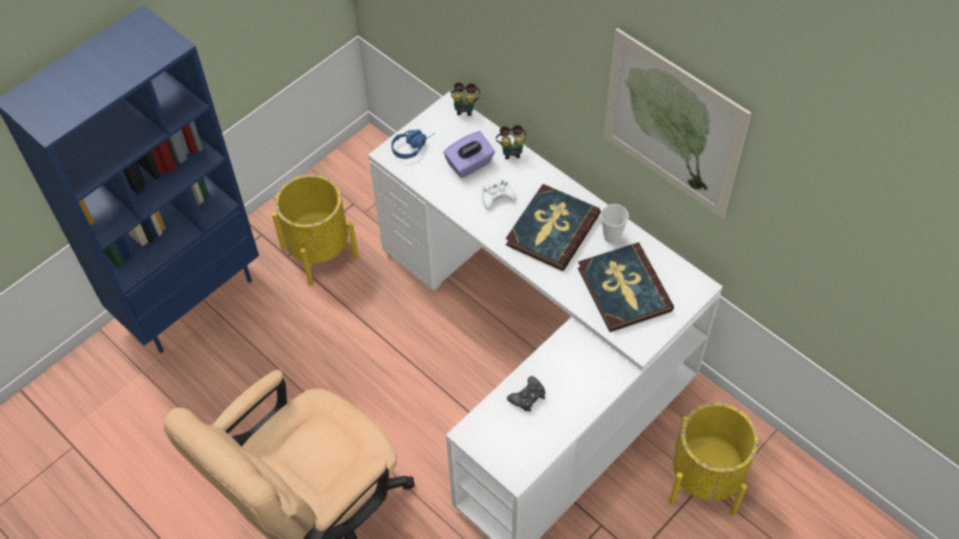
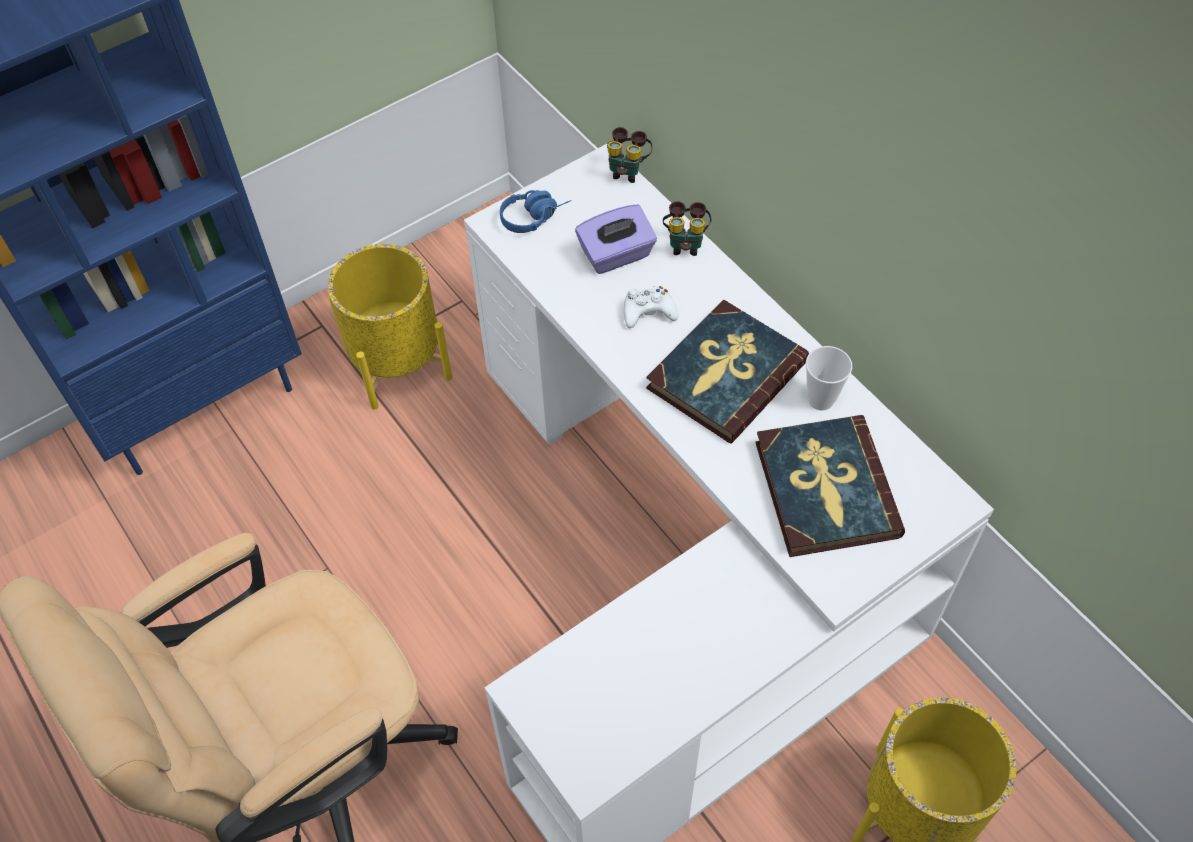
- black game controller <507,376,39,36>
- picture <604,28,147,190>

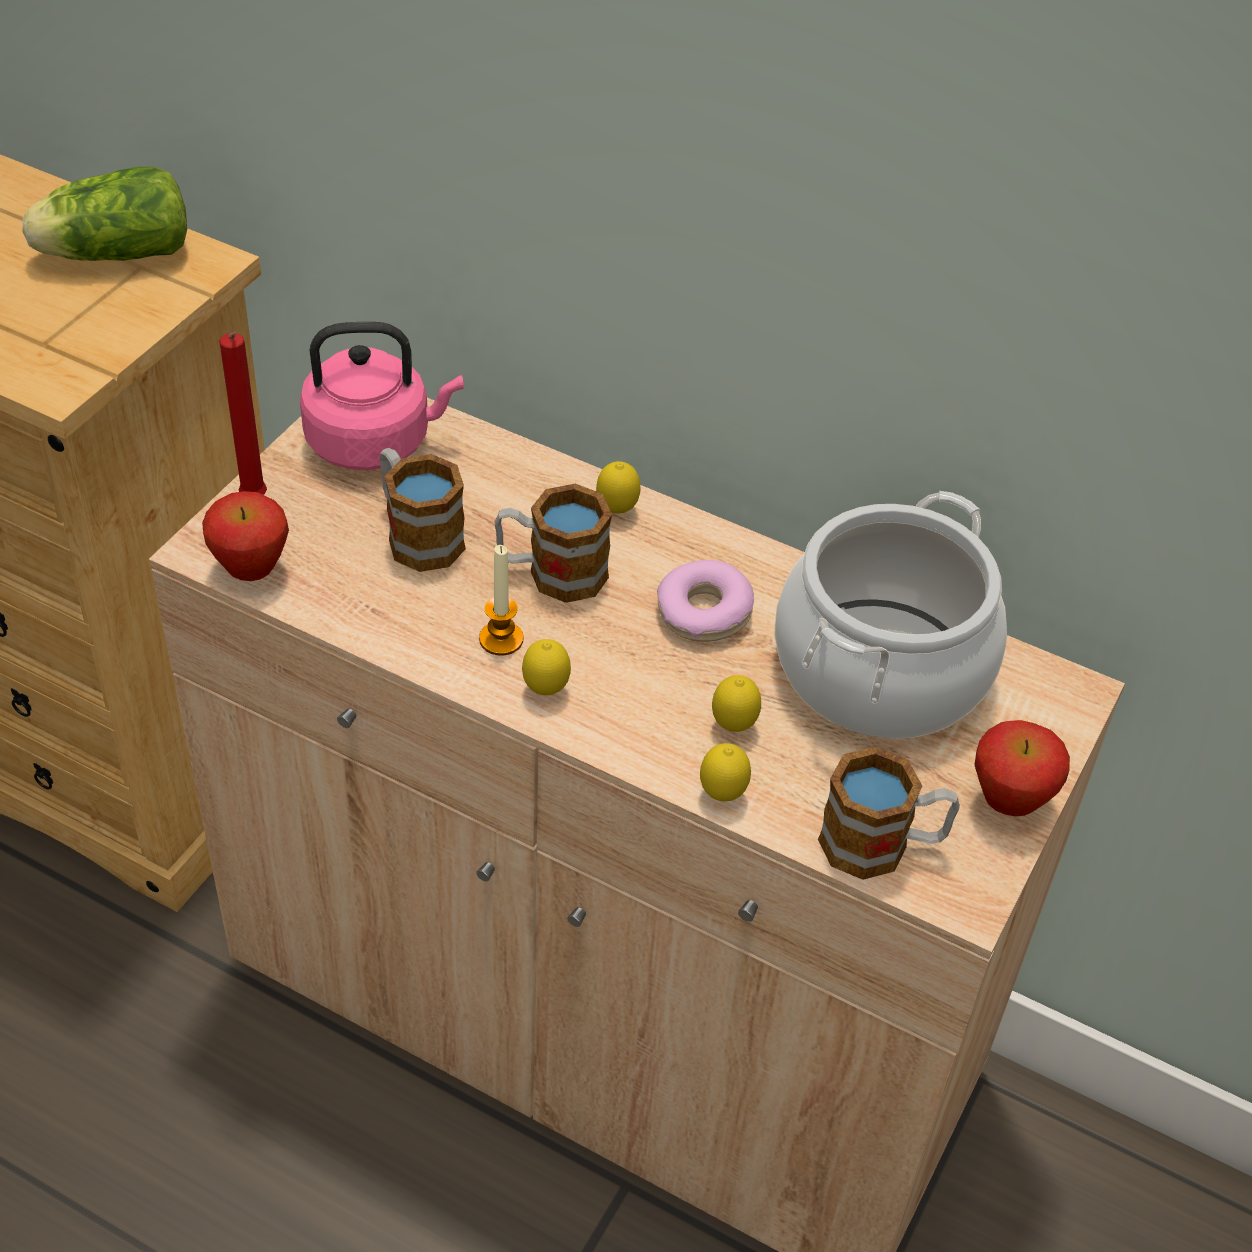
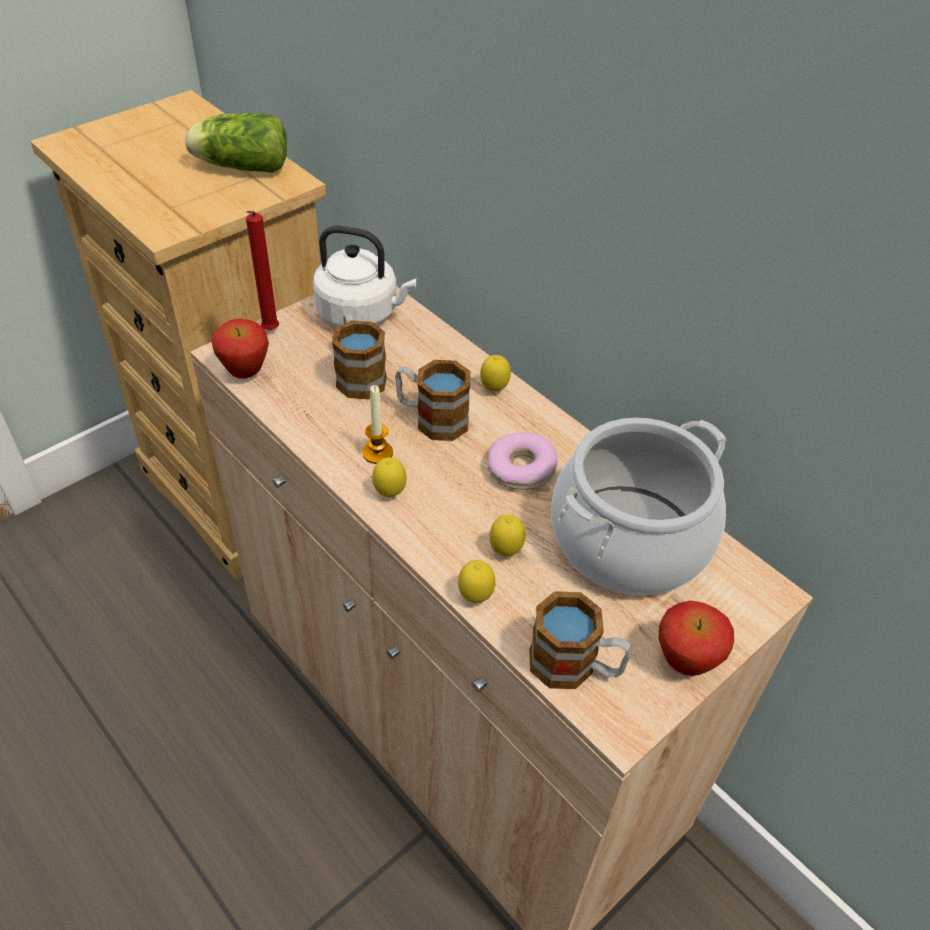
~ pink kettle <300,322,164,148> to white kettle <313,226,103,100>

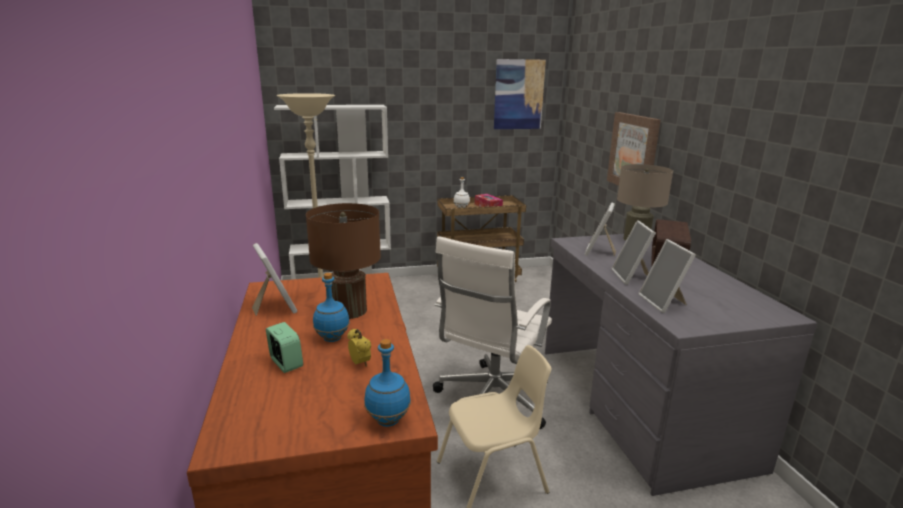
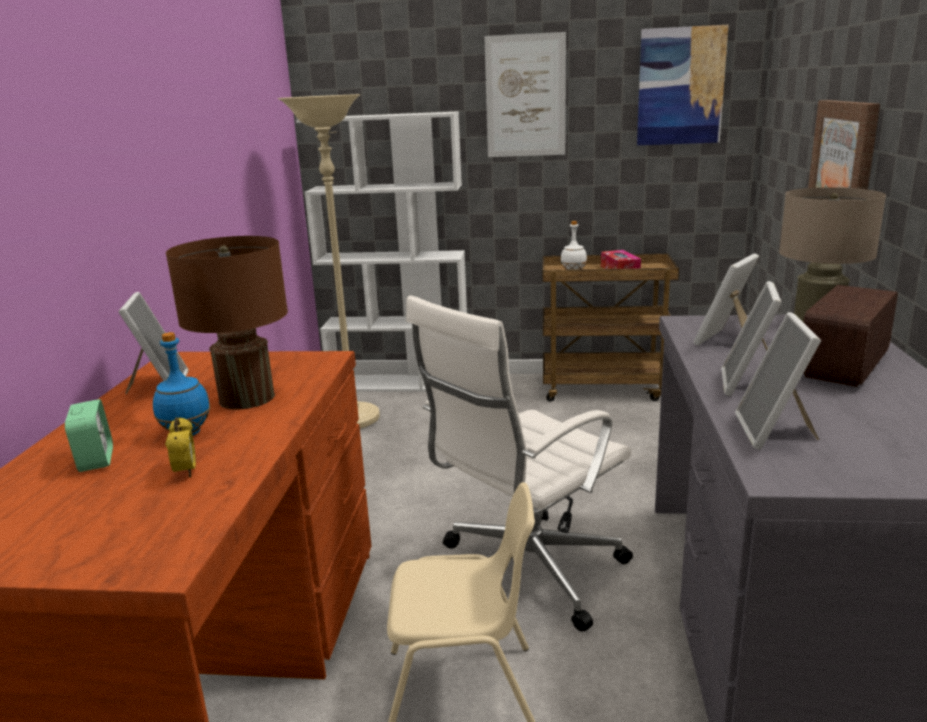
- blue bottle <364,339,47,88>
+ picture <484,32,82,125>

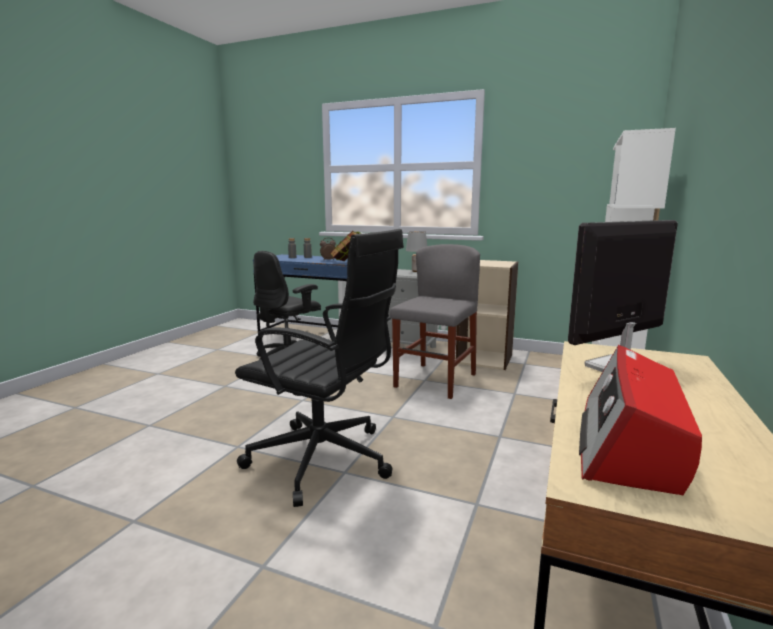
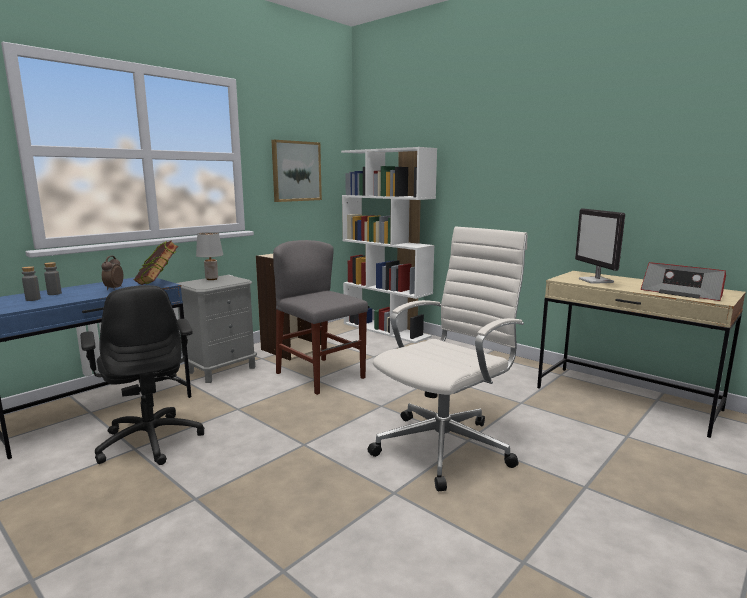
~ black office chair <235,229,169,278> to white office chair <367,226,160,265>
+ picture <272,140,50,62>

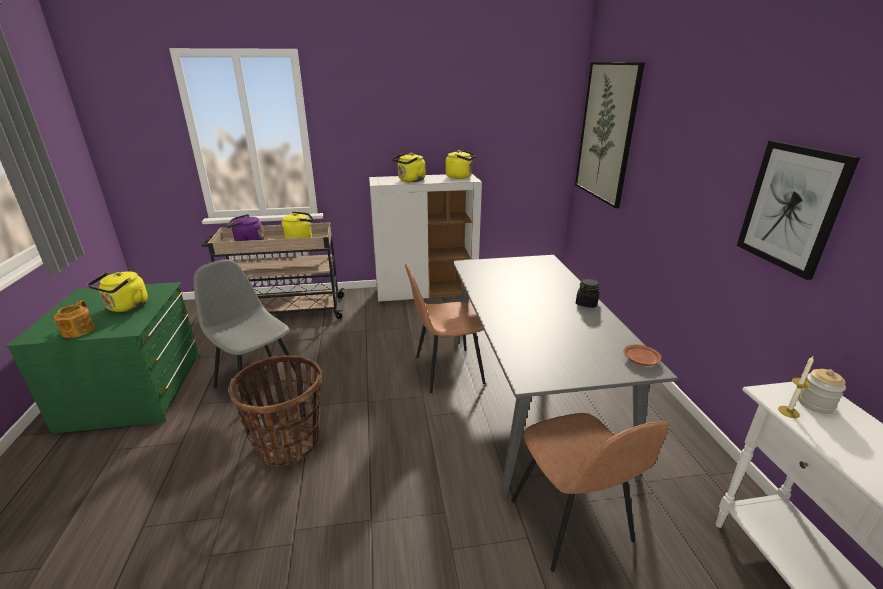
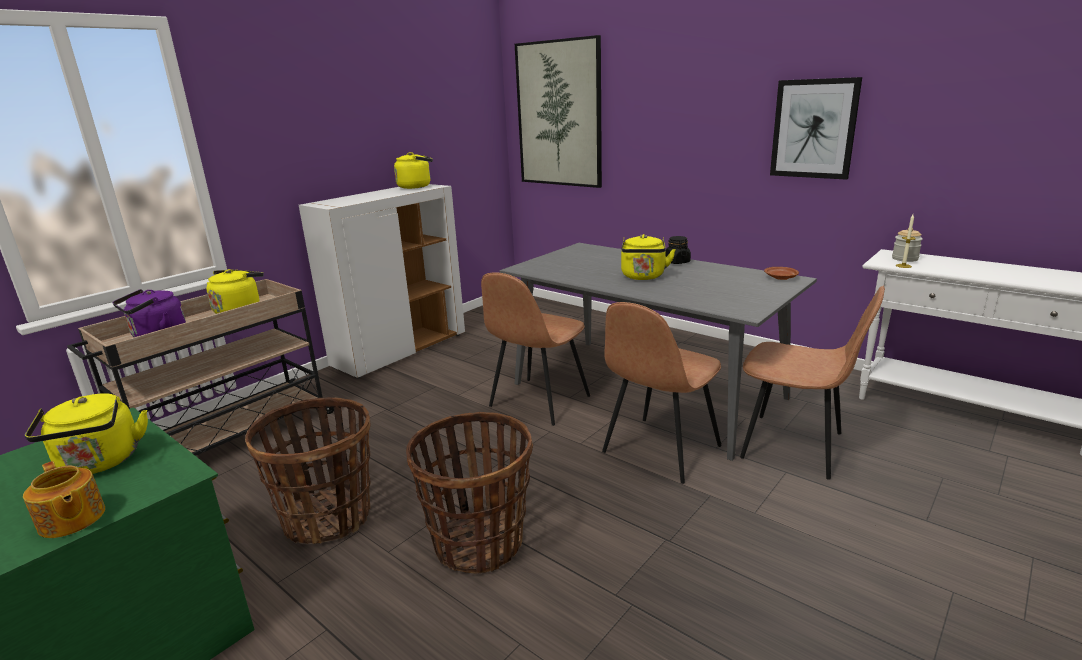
~ grey chair <193,259,103,152> to basket <245,397,126,147>
~ yellow kettle <392,153,33,29> to <621,234,55,46>
+ brown chair <602,302,120,182>

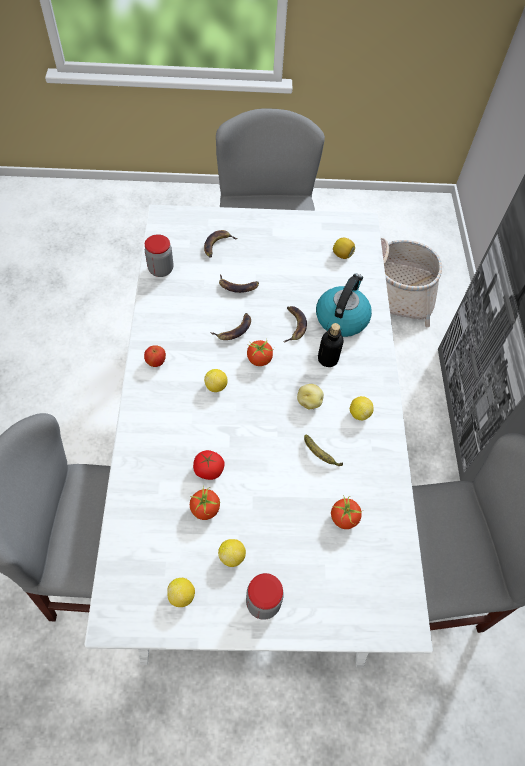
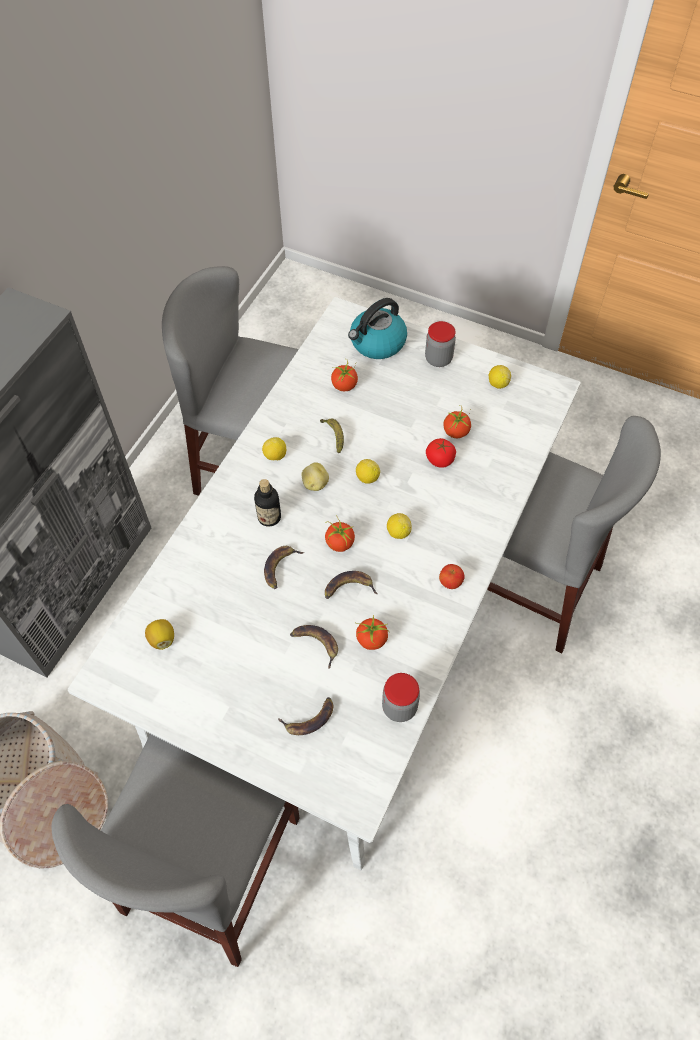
~ lemon <218,539,28,28> to <356,459,24,25>
~ kettle <316,274,56,63> to <348,298,59,61>
+ tomato <356,615,32,35>

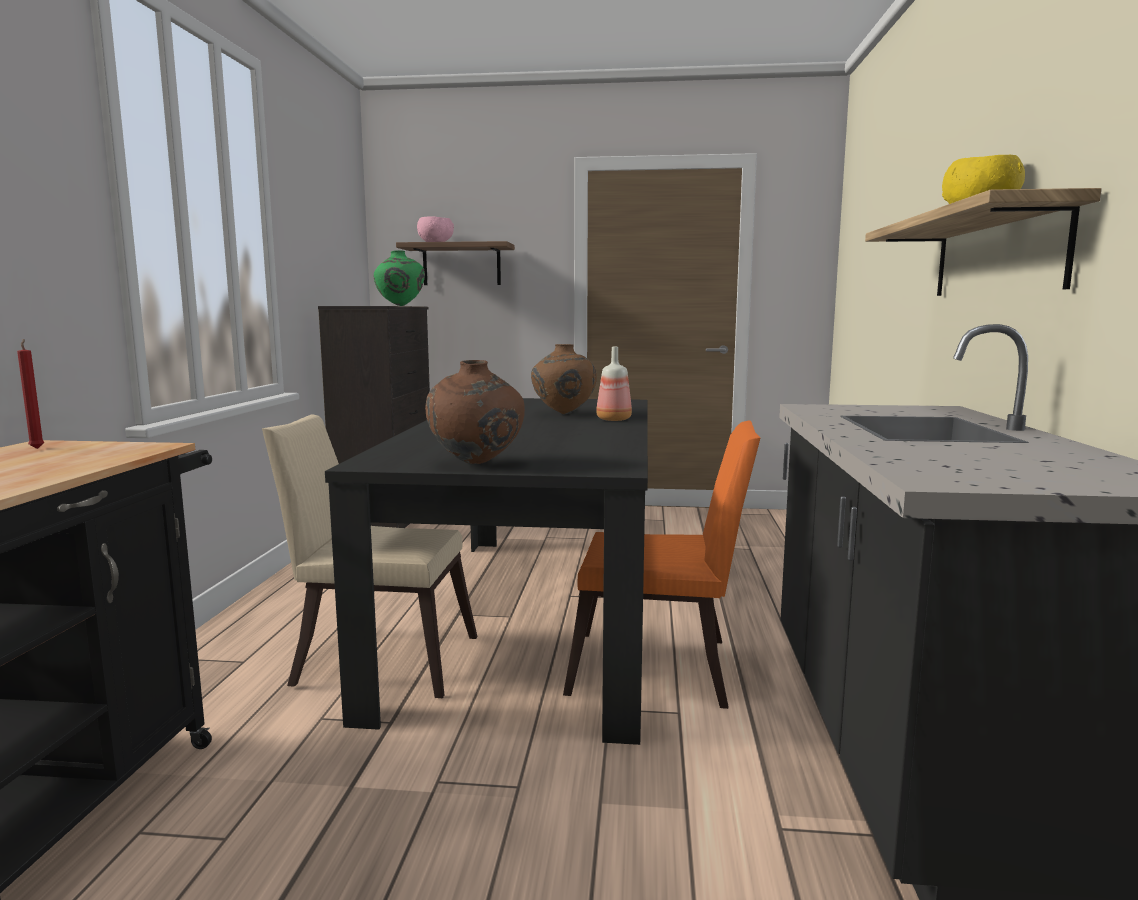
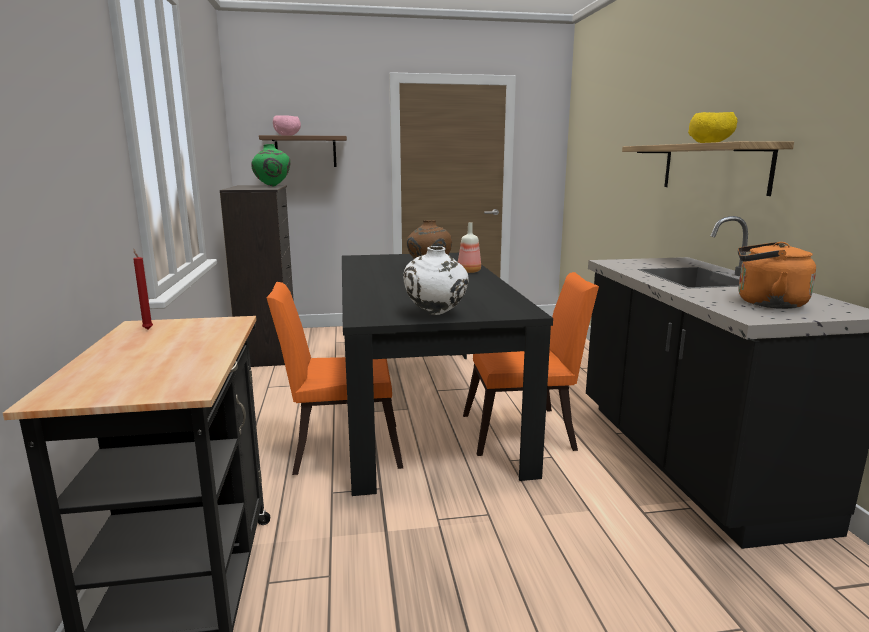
~ beige chair <262,414,216,284> to orange chair <266,282,137,193>
~ brown vase <425,360,100,104> to white vase <403,246,66,69>
+ orange kettle <738,242,78,67>

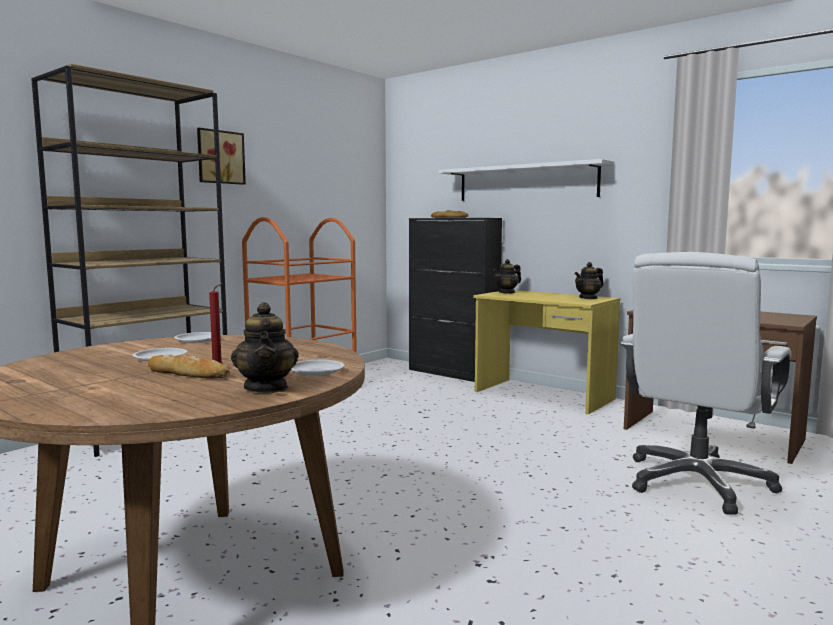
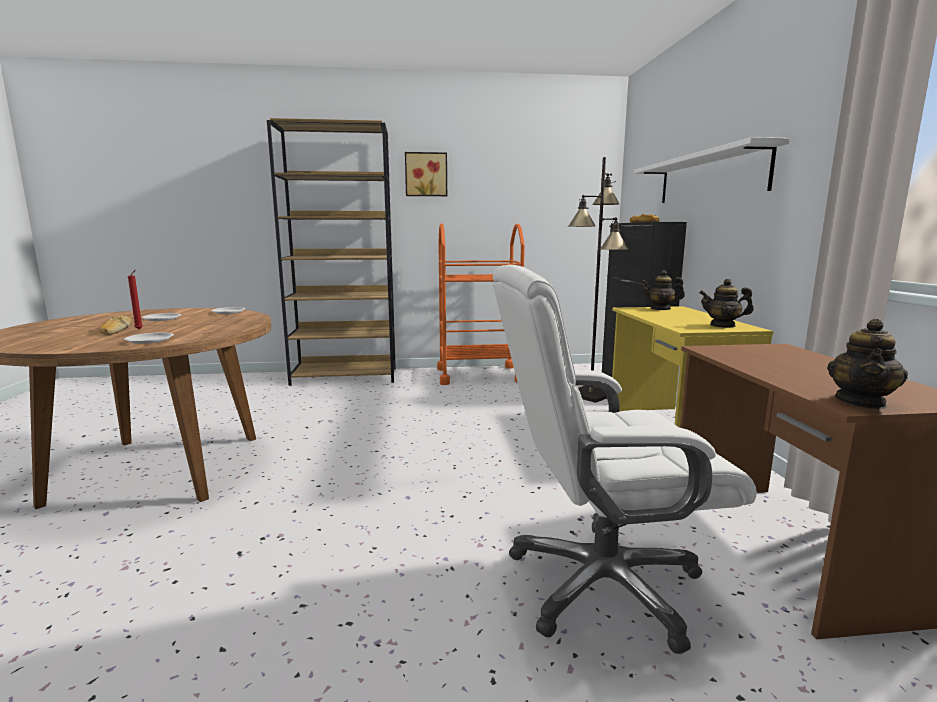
~ teapot <231,302,68,91> to <827,318,81,91>
+ black floor lamp <569,157,59,246>

